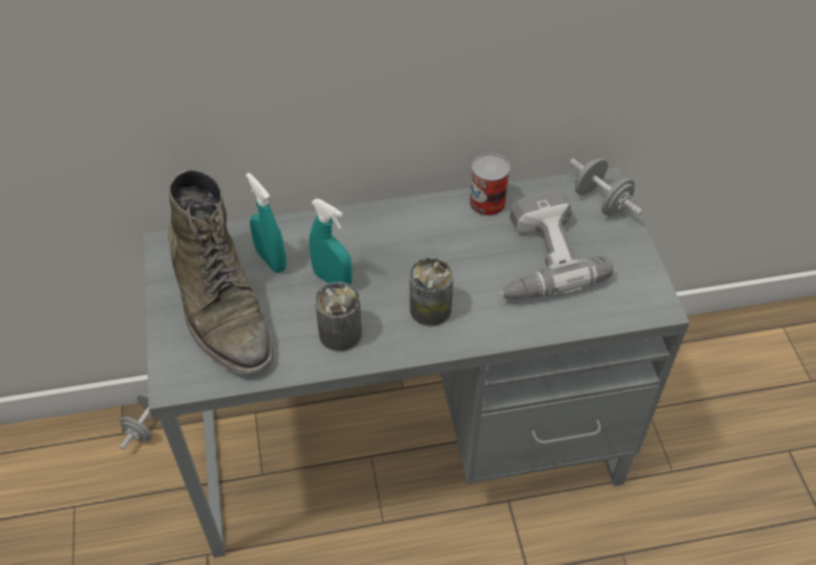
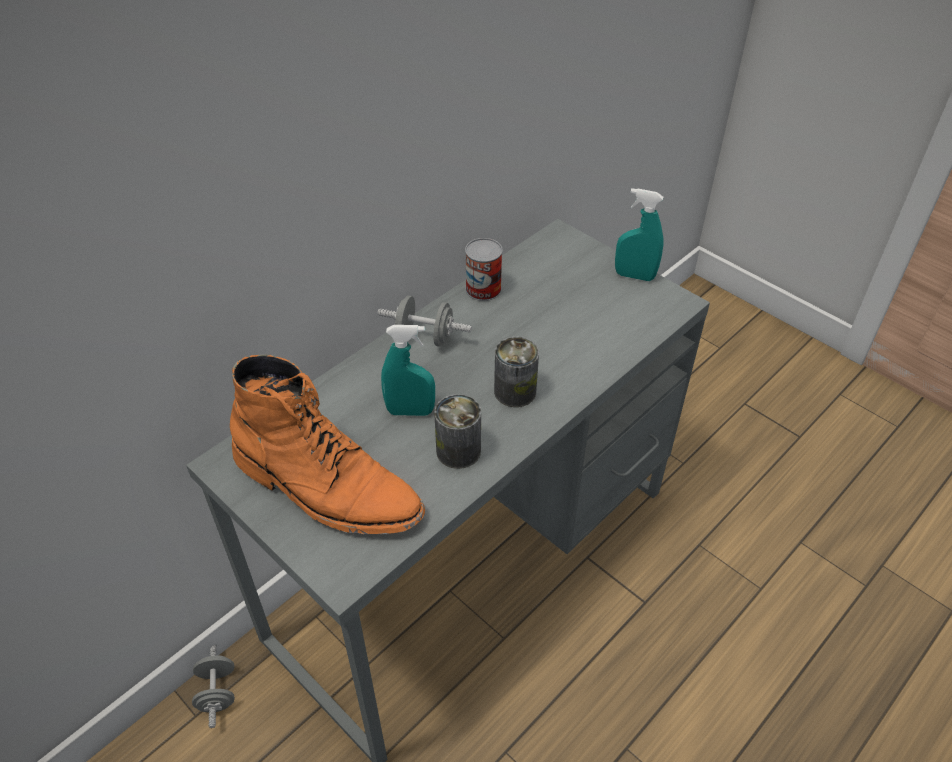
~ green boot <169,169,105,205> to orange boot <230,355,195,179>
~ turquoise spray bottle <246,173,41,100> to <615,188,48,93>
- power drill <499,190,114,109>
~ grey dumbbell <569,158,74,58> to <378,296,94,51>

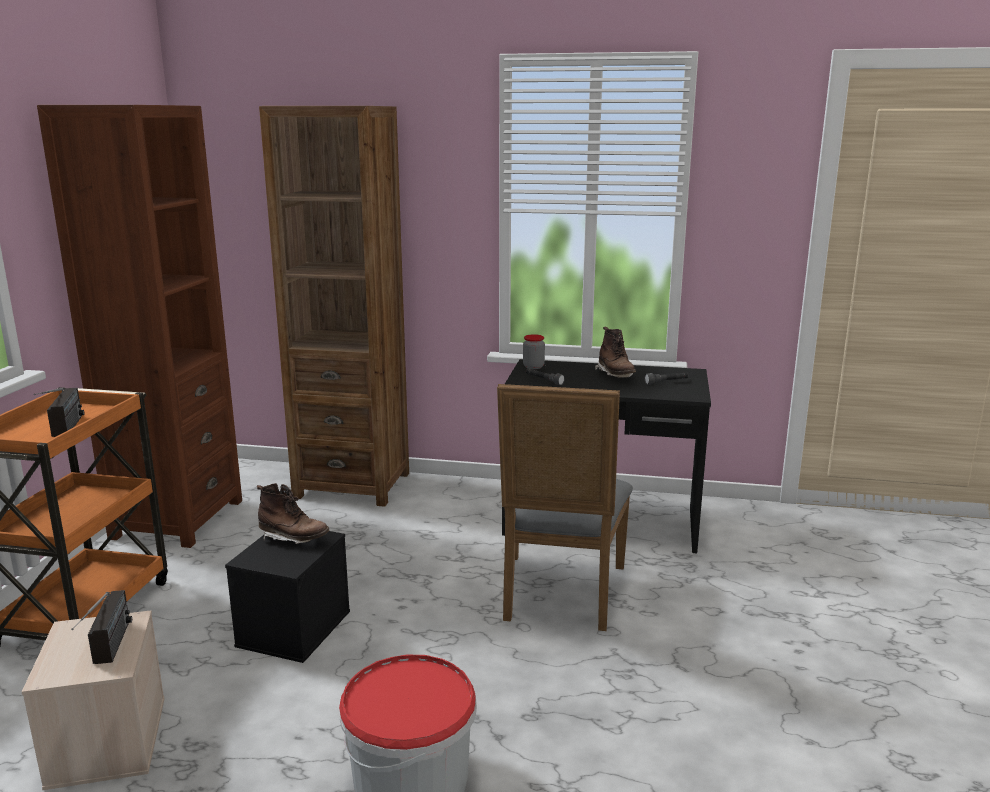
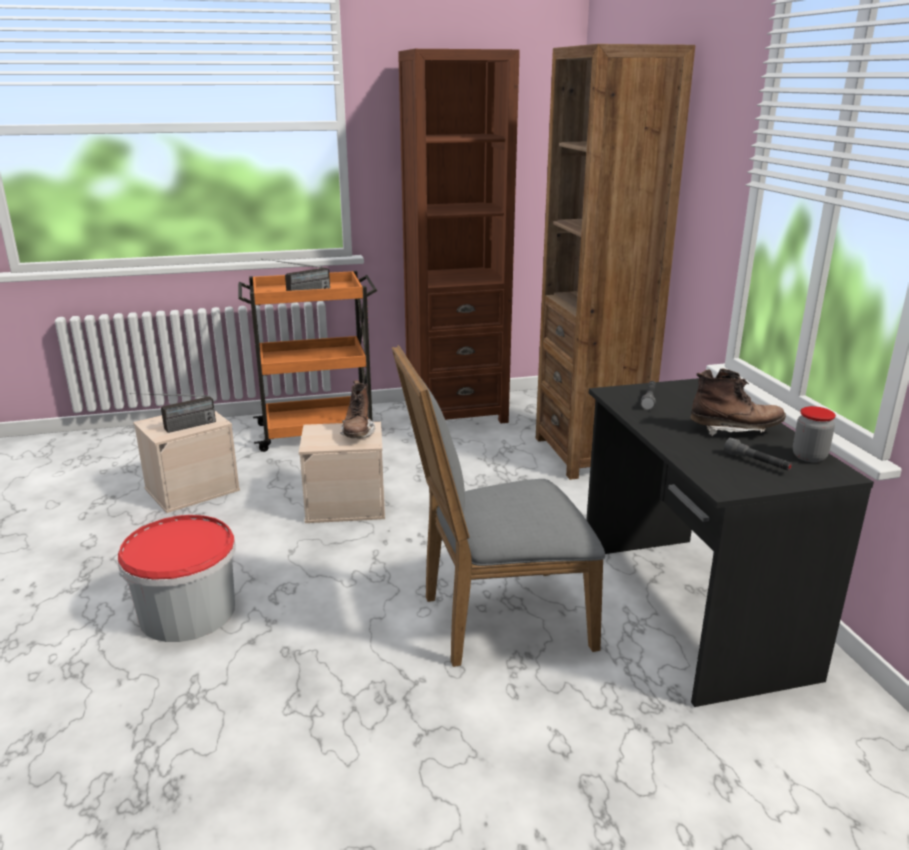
~ black storage box <225,531,125,132> to beige storage box <299,422,86,101>
~ jar <523,334,22,35> to <793,406,43,57>
~ brown boot <595,327,41,51> = <691,368,95,68> 135 degrees counterclockwise

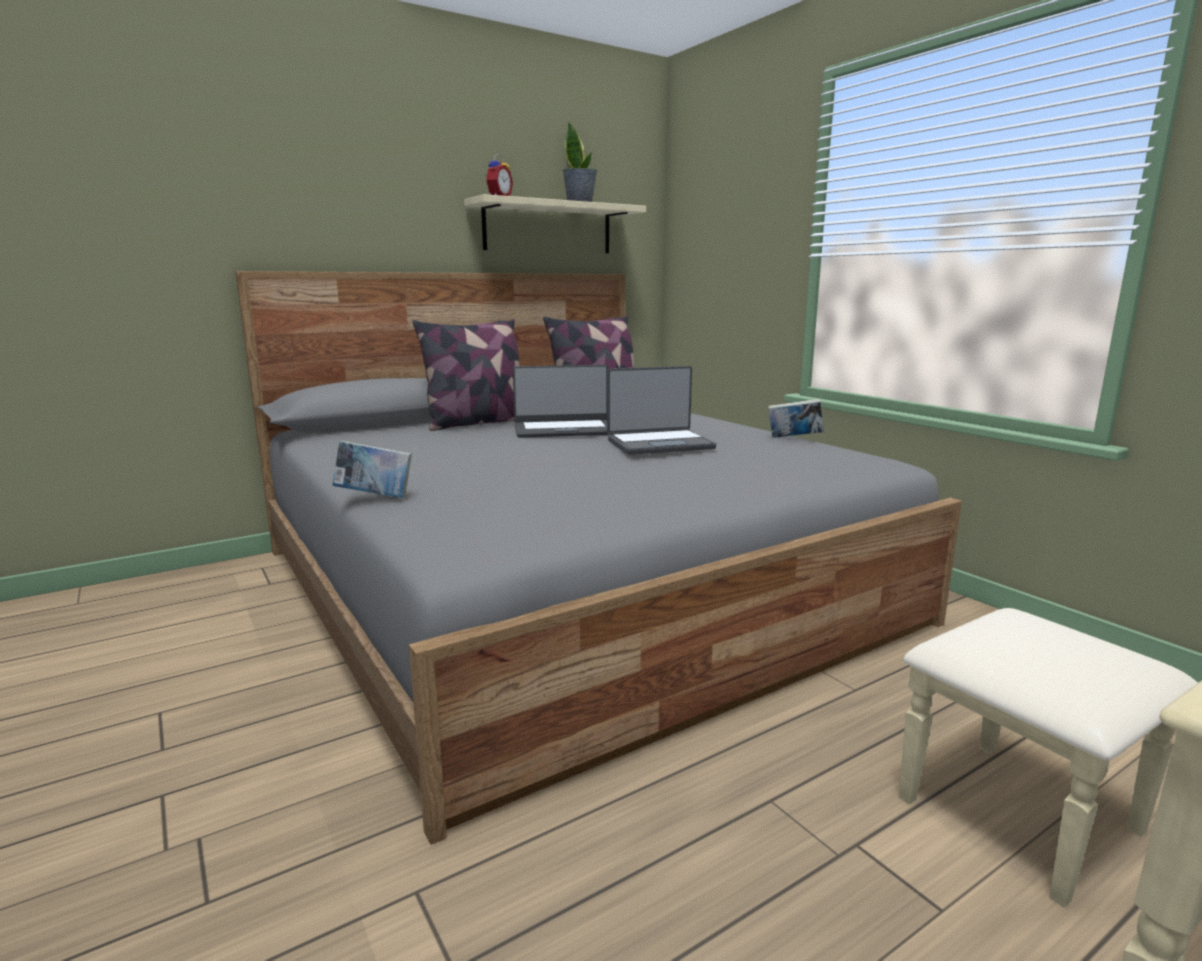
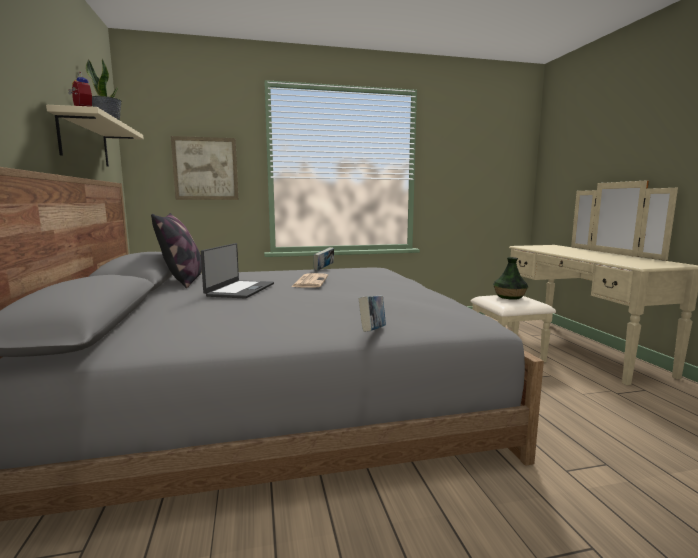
- pillow <413,319,107,112>
~ laptop <607,366,109,89> to newspaper <291,273,37,15>
+ picture <171,136,68,64>
+ vase <493,257,35,43>

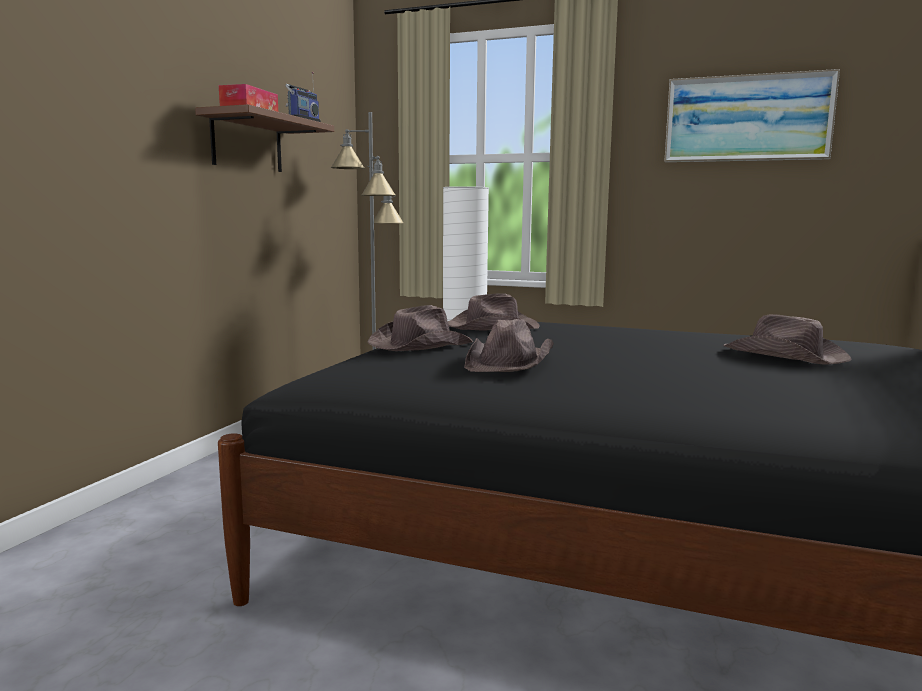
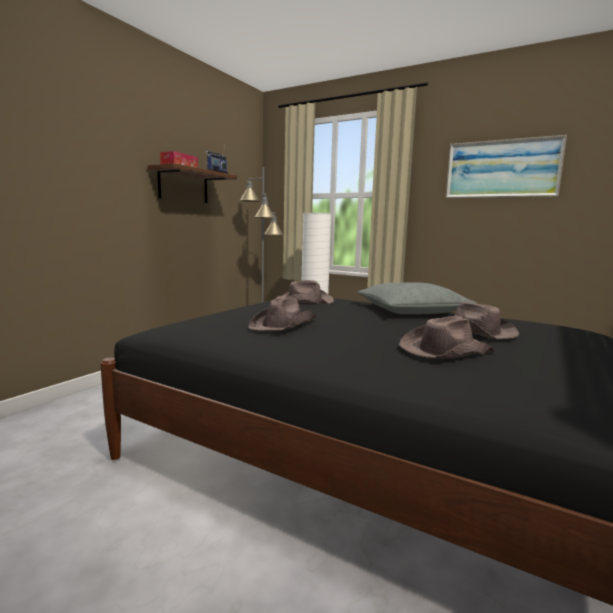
~ brown hat <368,305,105,46> to <399,316,96,43>
+ grey pillow <357,282,120,32>

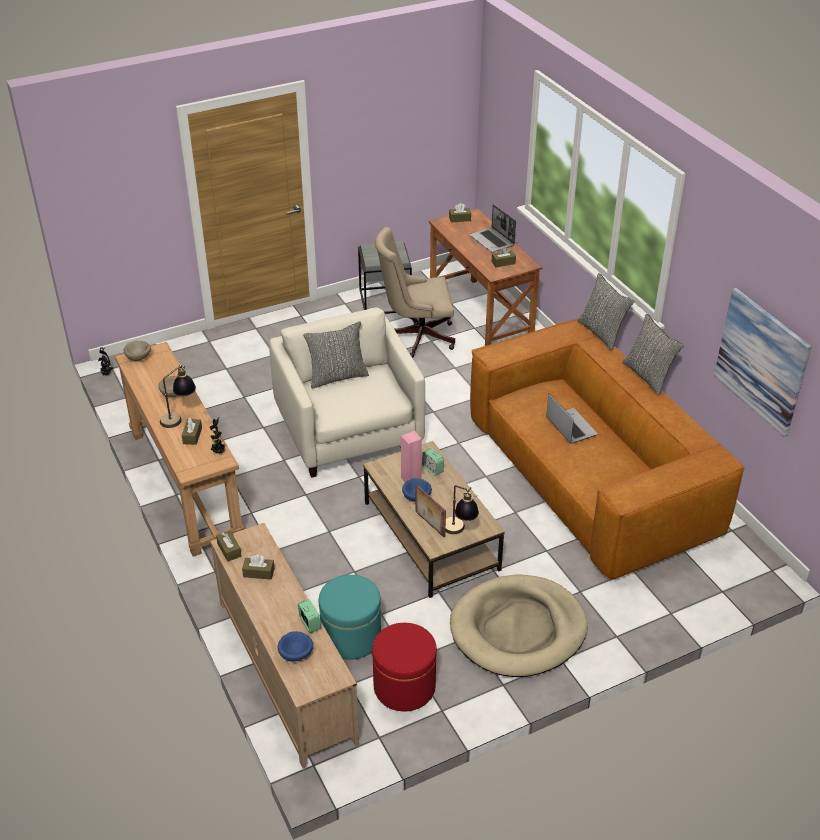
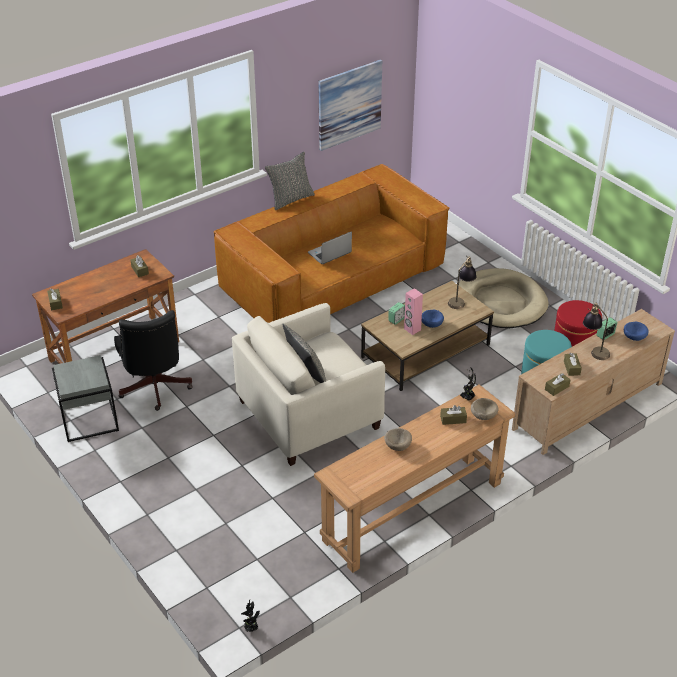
~ beige bowl <124,341,27,20> to <471,398,27,22>
~ table lamp <160,364,36,64> to <583,303,27,57>
~ beige office chair <375,227,80,131> to black office chair <114,310,79,101>
- picture frame <416,484,30,54>
- laptop <470,204,46,48>
- grey pillow <577,273,58,78>

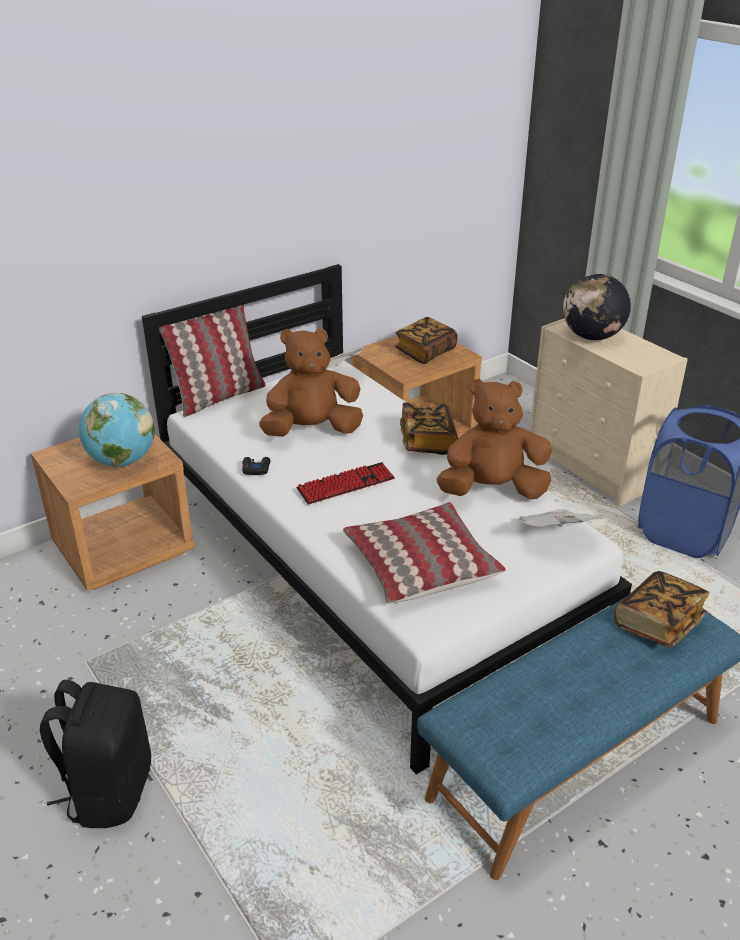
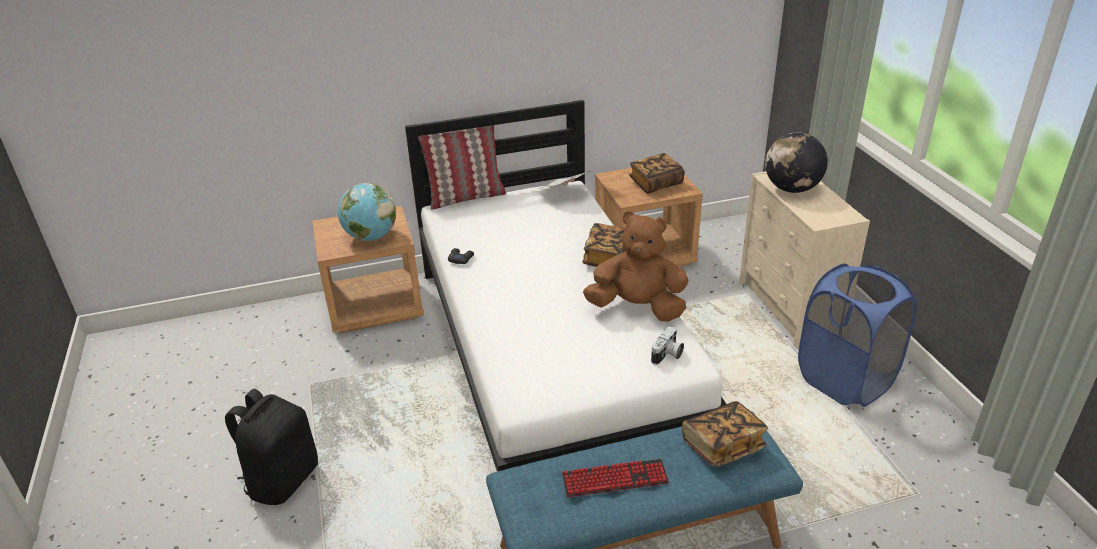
- brown plush toy <259,328,104,109>
~ keyboard <296,462,99,43> to <562,459,107,38>
- pillow <343,502,163,102>
~ newspaper <518,509,85,18> to photo camera <651,326,33,39>

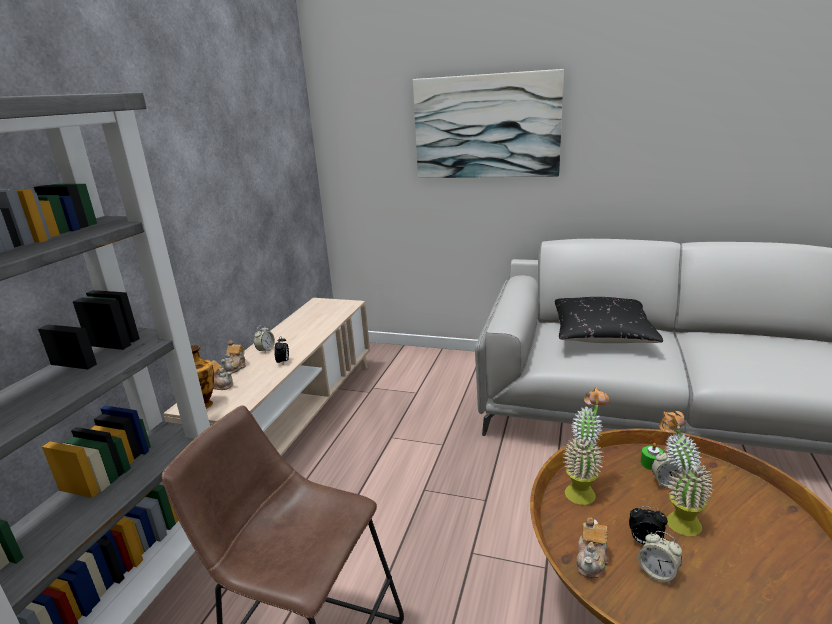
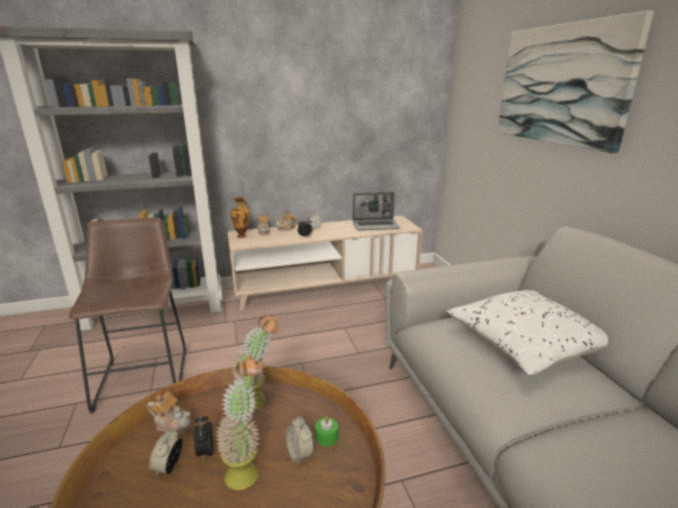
~ black pillow <555,297,108,46> to white pillow <447,290,161,86>
~ teapot <576,518,33,60> = <147,391,44,45> 150 degrees counterclockwise
+ laptop <353,192,47,38>

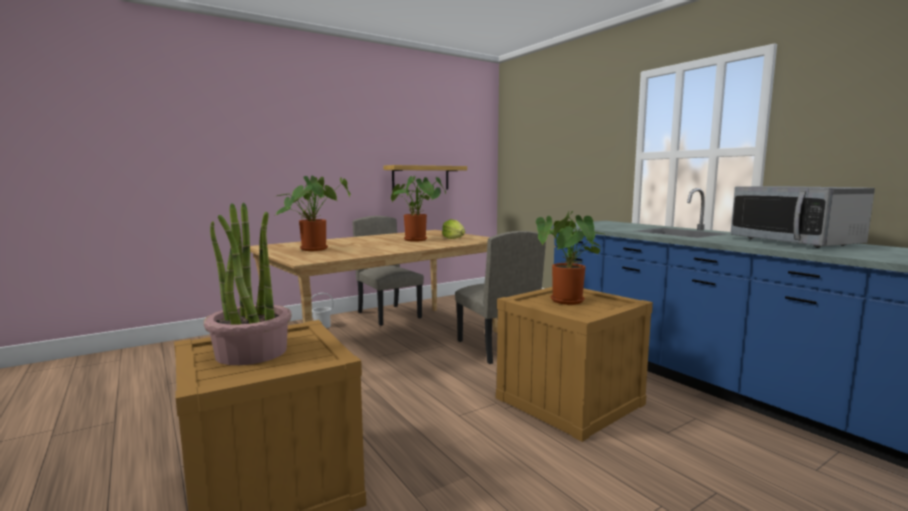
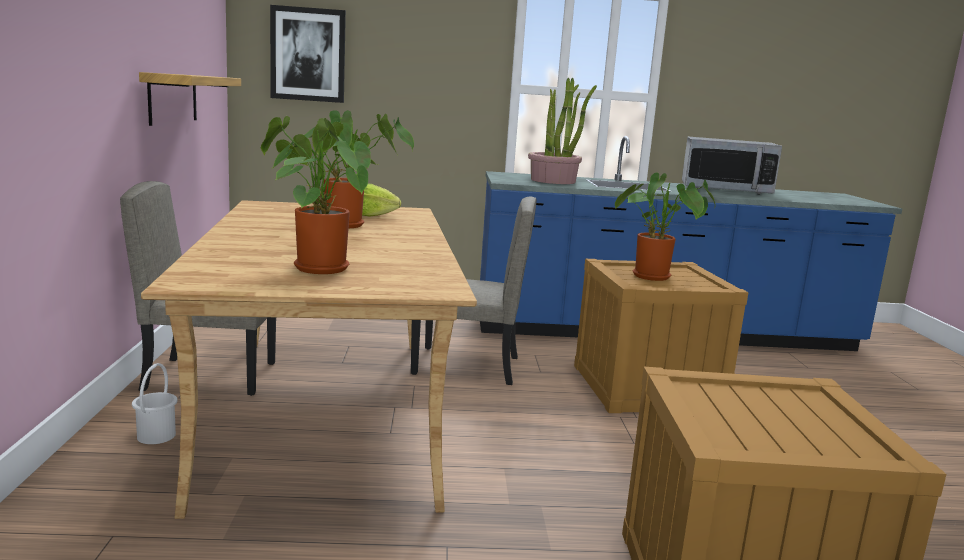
~ potted plant <204,202,88,163> to <528,78,69,106>
+ picture <270,5,76,98>

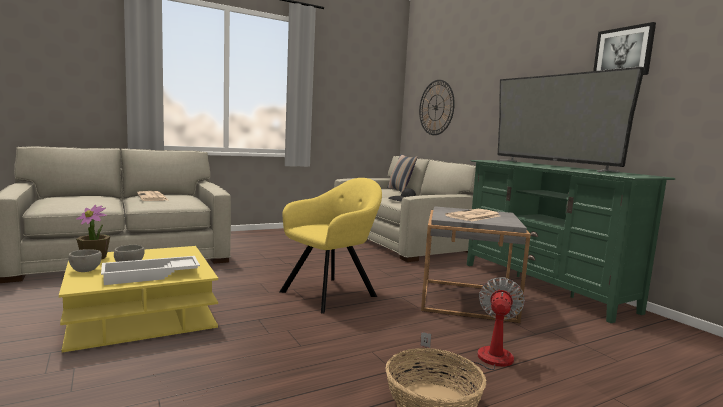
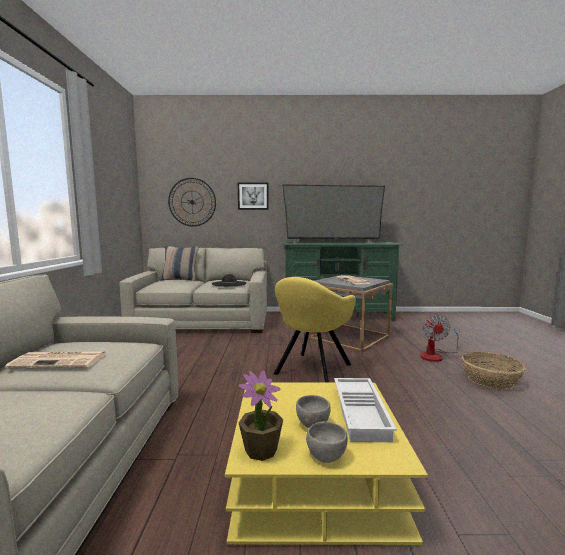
~ yellow armchair <279,178,103,136> = <274,277,82,106> 135 degrees counterclockwise
~ fan <420,277,105,93> = <420,315,40,47> 135 degrees counterclockwise
~ picture <593,22,63,53> to <238,182,31,28>

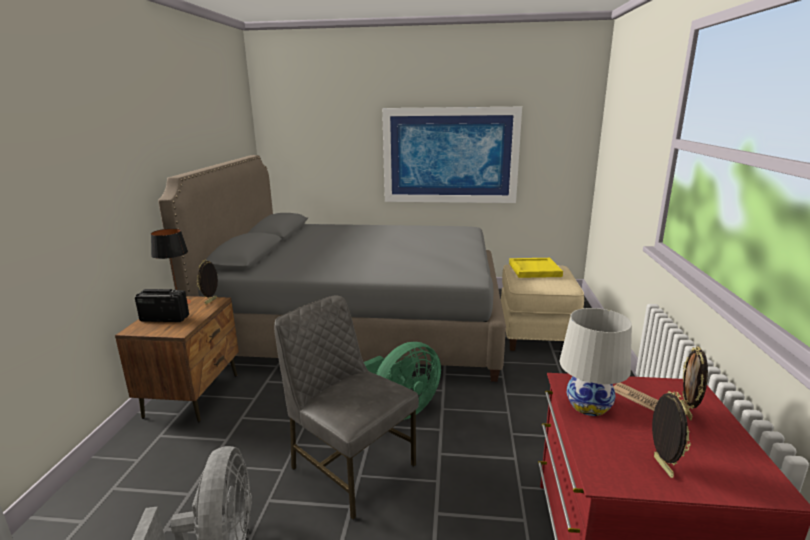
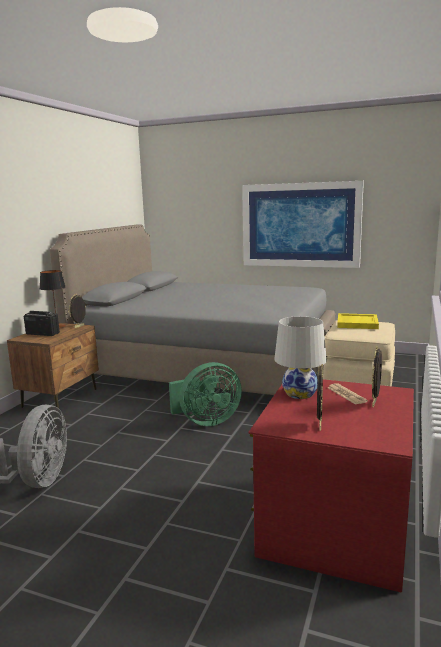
- grey chair <274,296,145,224>

